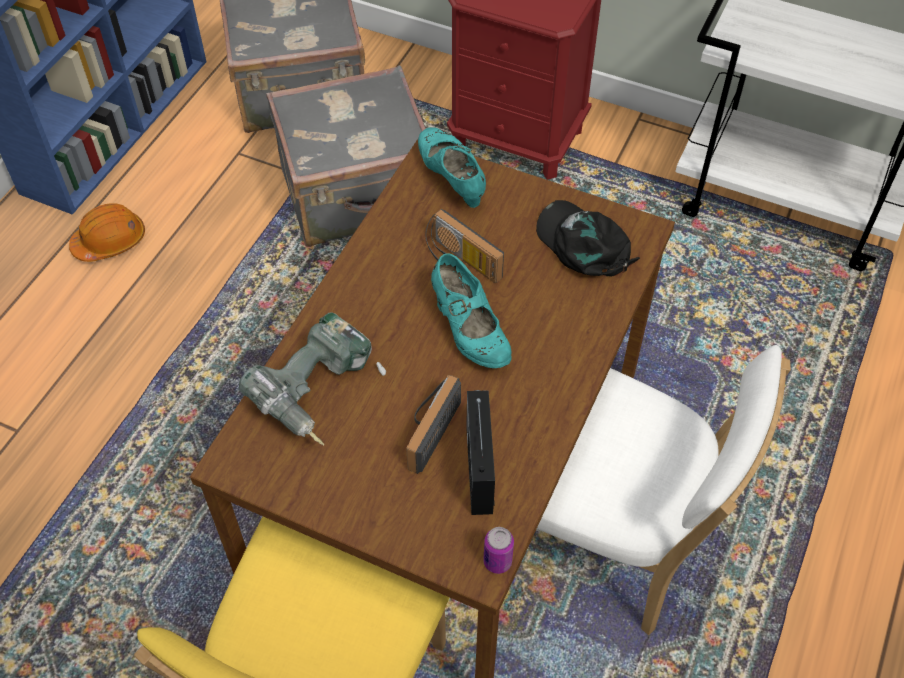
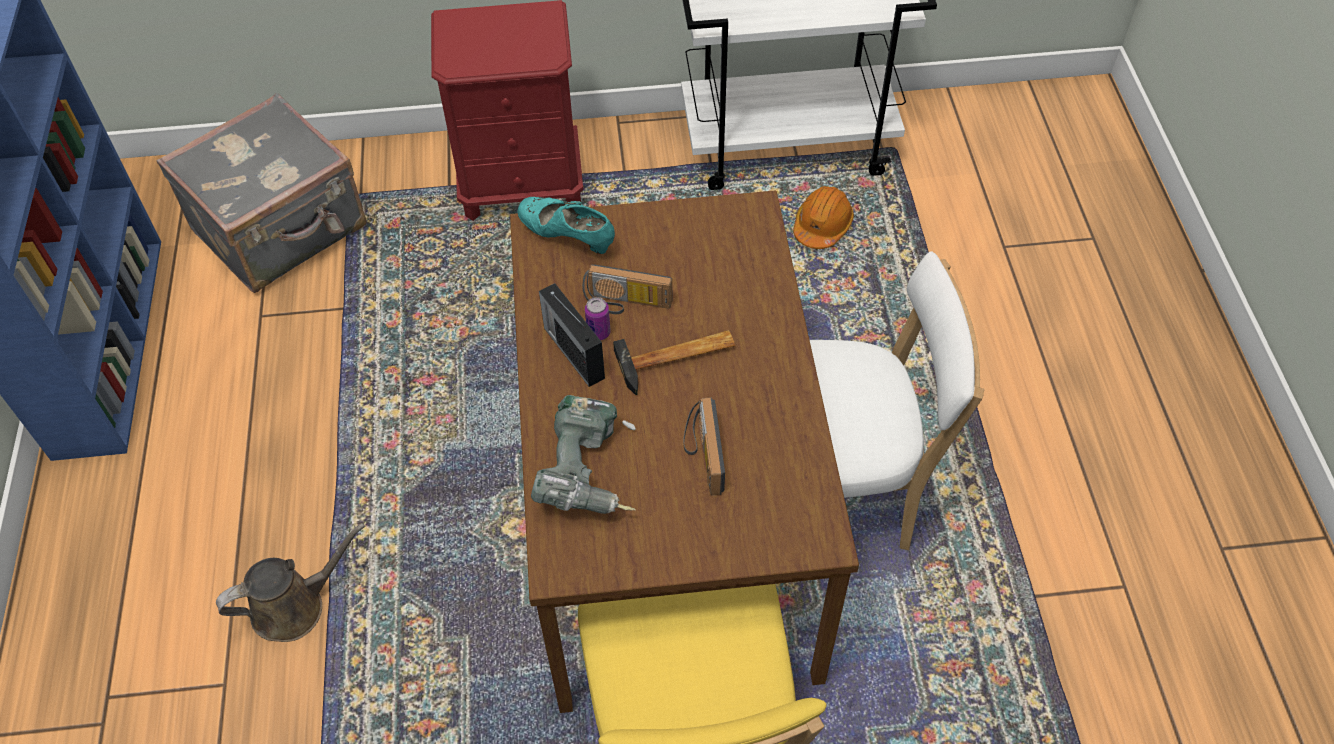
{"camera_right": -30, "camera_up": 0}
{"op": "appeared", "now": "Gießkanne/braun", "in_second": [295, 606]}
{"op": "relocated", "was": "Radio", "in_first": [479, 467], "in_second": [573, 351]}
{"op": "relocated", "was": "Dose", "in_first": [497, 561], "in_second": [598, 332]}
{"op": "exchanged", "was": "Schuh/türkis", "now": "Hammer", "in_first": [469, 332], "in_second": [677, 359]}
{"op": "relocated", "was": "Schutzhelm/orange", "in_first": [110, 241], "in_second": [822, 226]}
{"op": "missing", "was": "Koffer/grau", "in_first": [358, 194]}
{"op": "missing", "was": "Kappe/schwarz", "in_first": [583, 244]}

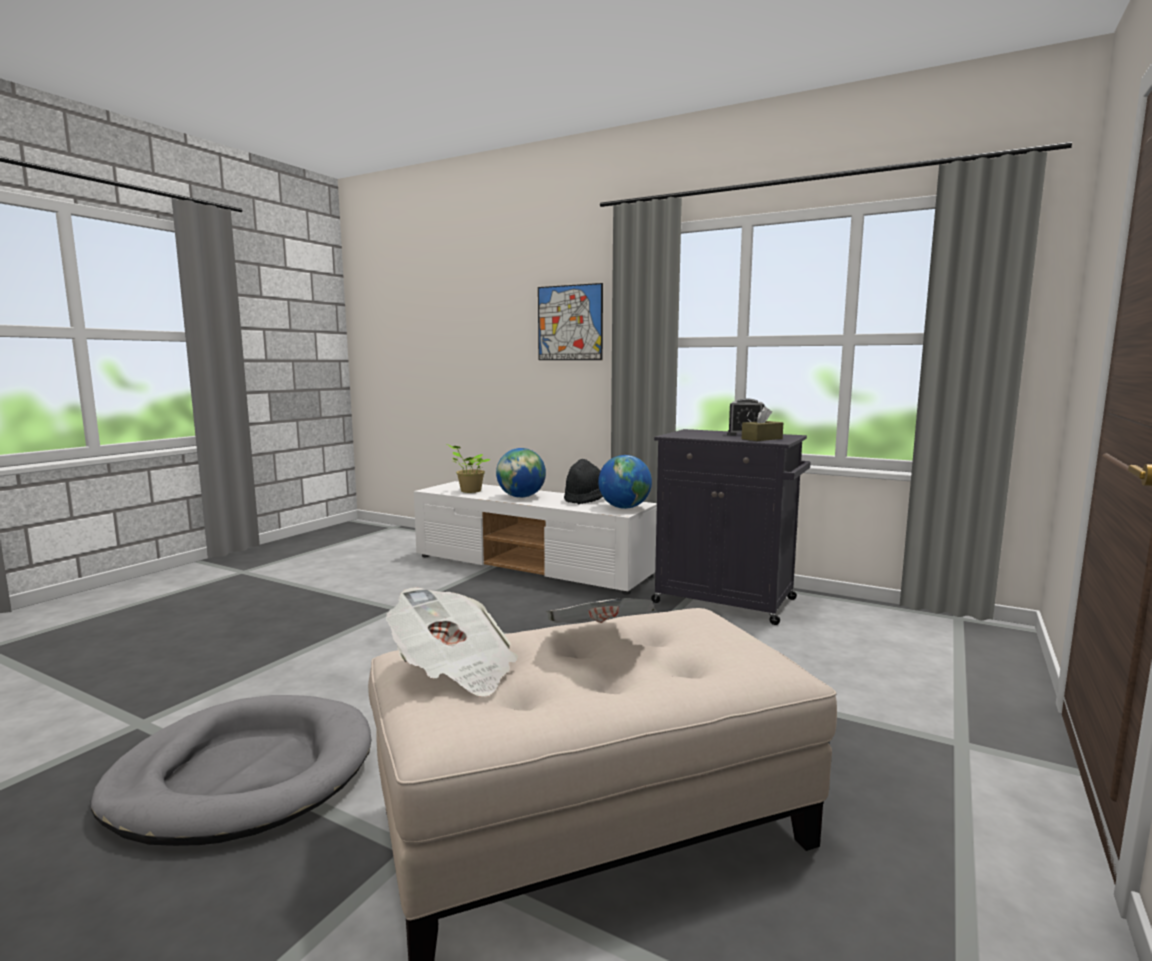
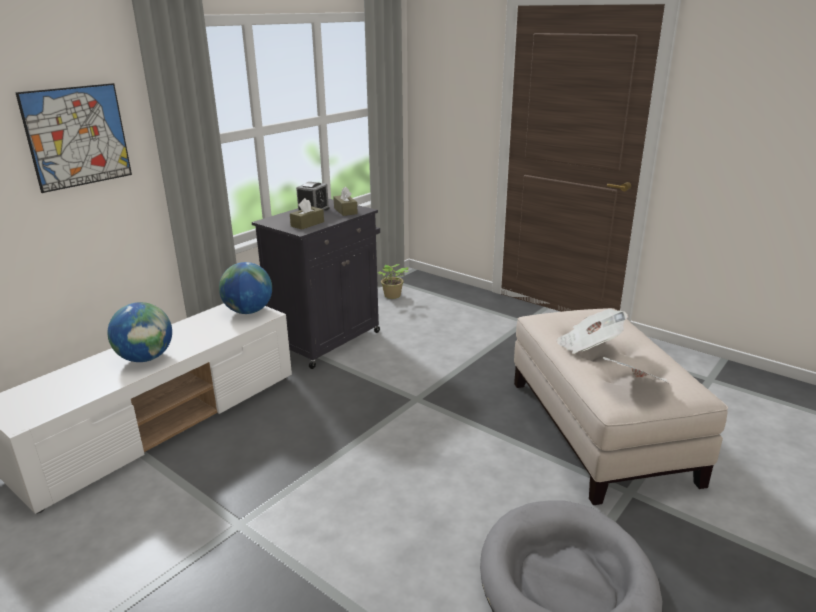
{"camera_right": -80, "camera_up": 15}
{"op": "appeared", "now": "Taschentuchbox/braun", "in_second": [307, 224]}
{"op": "relocated", "was": "Topfpflanze", "in_first": [469, 491], "in_second": [392, 296]}
{"op": "missing", "was": "Hut/schwarz", "in_first": [586, 499]}

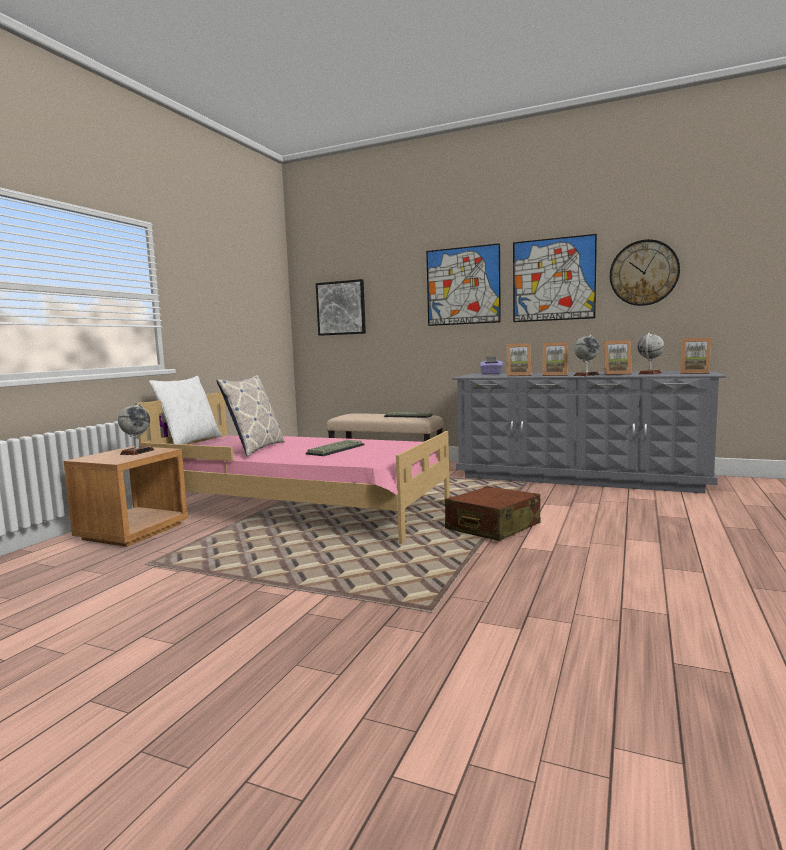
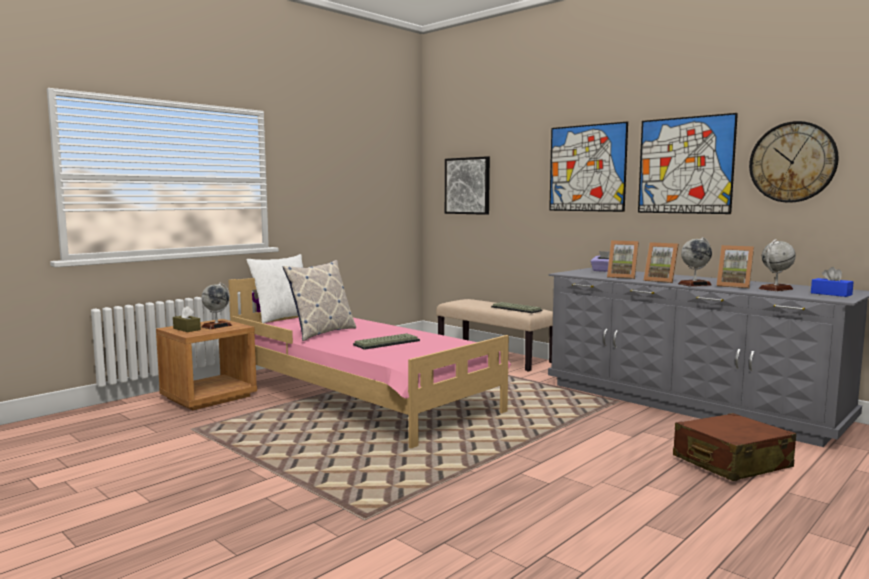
{"camera_right": 20, "camera_up": 0}
{"op": "appeared", "now": "Taschentuchbox/braun", "in_second": [187, 329]}
{"op": "relocated", "was": "Koffer/braun", "in_first": [492, 527], "in_second": [731, 462]}
{"op": "exchanged", "was": "Bilderrahmen", "now": "Taschentuchbox/blau", "in_first": [694, 373], "in_second": [831, 294]}

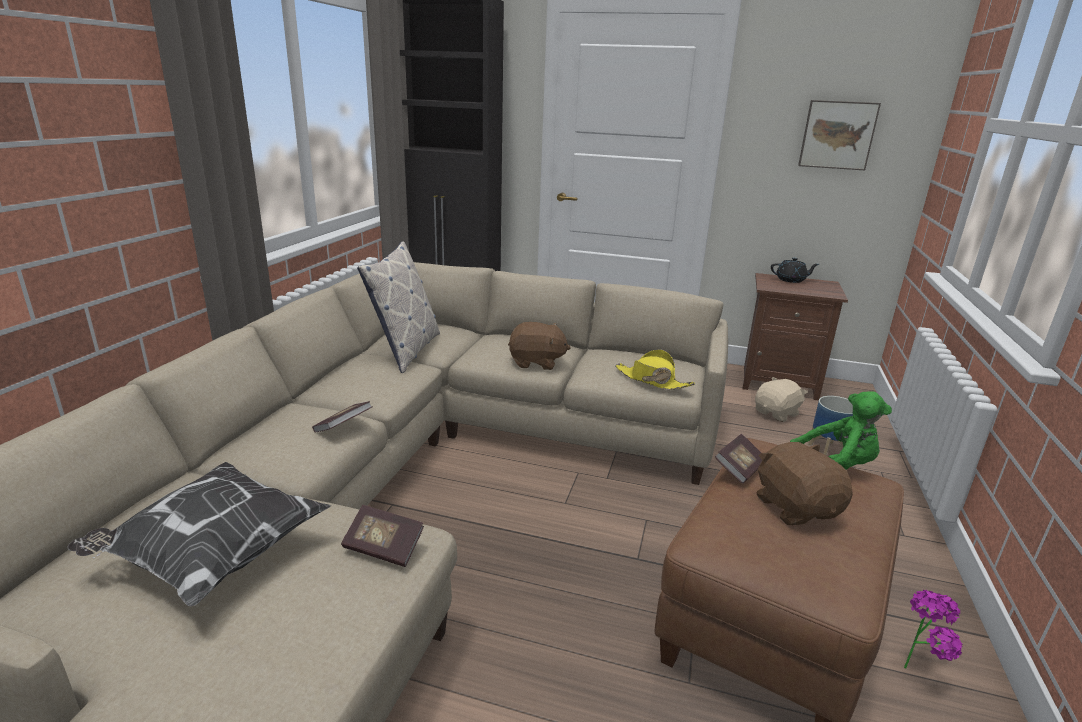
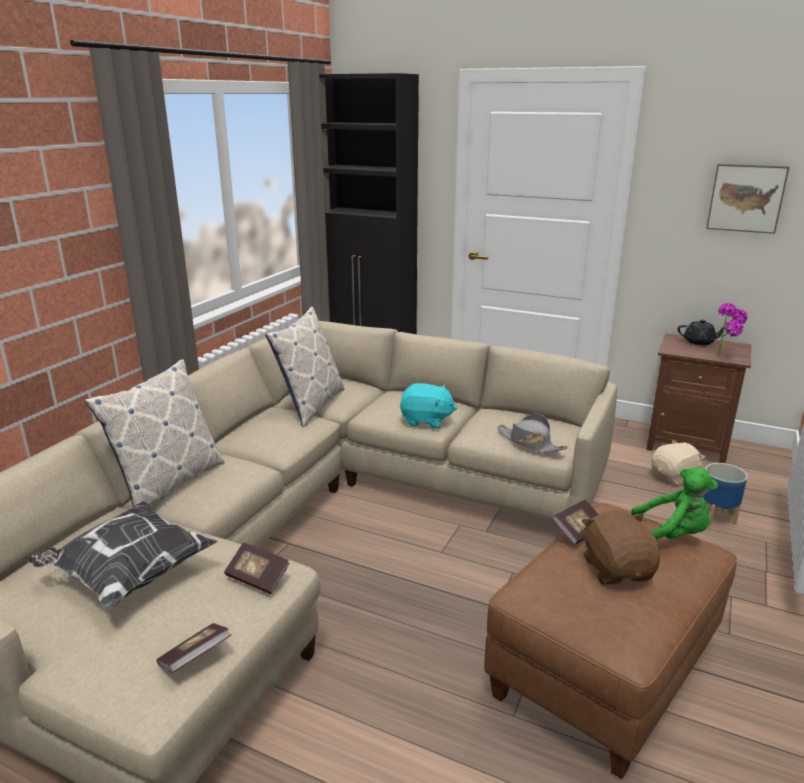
{"camera_right": 10, "camera_up": 0}
{"op": "appeared", "now": "Kissen", "in_second": [168, 484]}
{"op": "relocated", "was": "Buch", "in_first": [343, 427], "in_second": [195, 658]}
{"op": "colour", "was": "Plüschtier/braun", "now": "Plüschtier/türkis", "in_first": [536, 362], "in_second": [426, 420]}
{"op": "colour", "was": "Hut/gelb", "now": "Hut/grau", "in_first": [652, 380], "in_second": [530, 442]}
{"op": "relocated", "was": "Topfpflanze", "in_first": [918, 671], "in_second": [726, 356]}

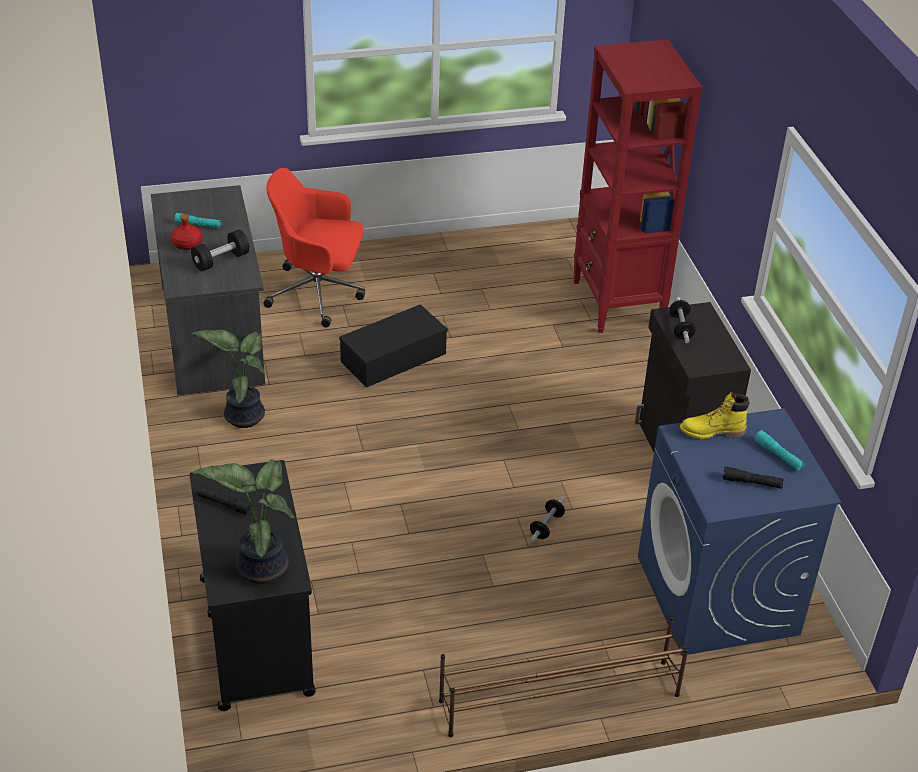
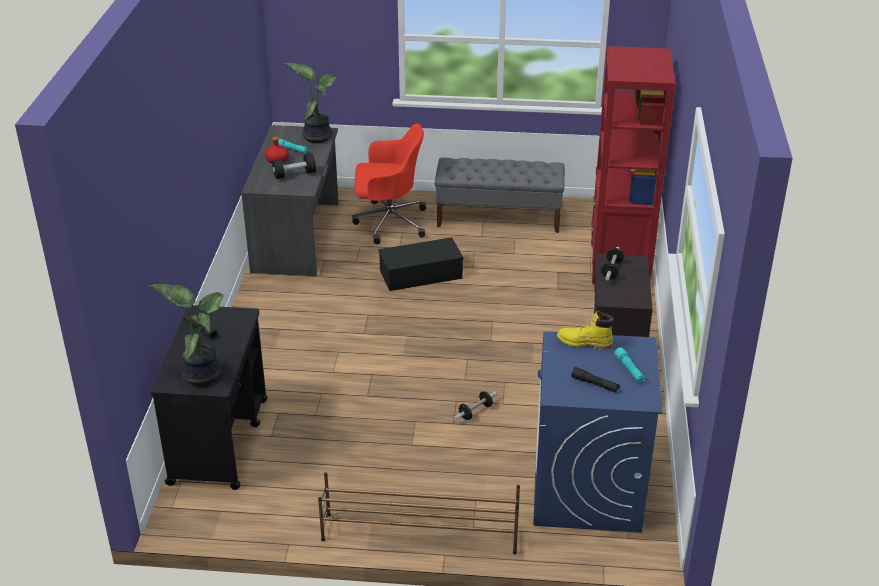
{"camera_right": 20, "camera_up": -5}
{"op": "relocated", "was": "Topfpflanze", "in_first": [243, 415], "in_second": [317, 136]}
{"op": "spun", "was": "Bürostuhl/rot", "in_first": [319, 293], "in_second": [388, 222], "clockwise": 150}
{"op": "appeared", "now": "Bank/grau", "in_second": [499, 218]}

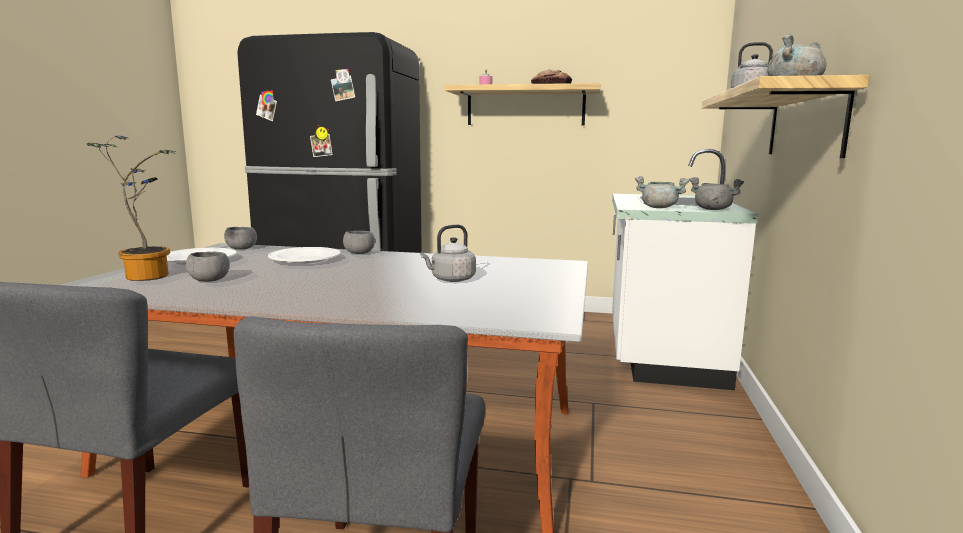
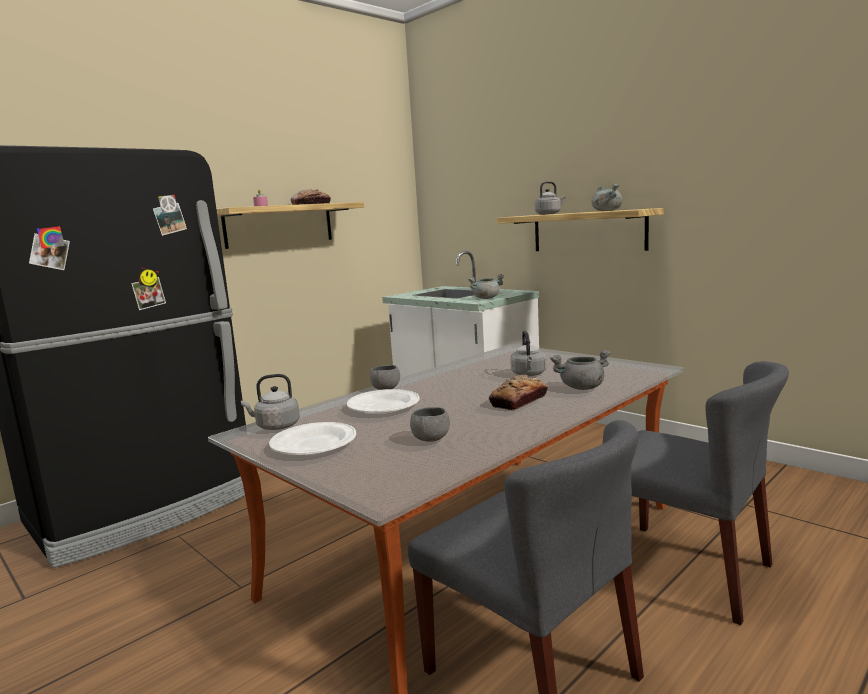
{"camera_right": -55, "camera_up": 0}
{"op": "exchanged", "was": "Schüssel/grau", "now": "Wasserkessel/grau", "in_first": [241, 249], "in_second": [275, 426]}
{"op": "appeared", "now": "Brot", "in_second": [519, 401]}
{"op": "relocated", "was": "Kochtopf/grau", "in_first": [712, 209], "in_second": [582, 388]}
{"op": "missing", "was": "Topfpflanze", "in_first": [147, 275]}

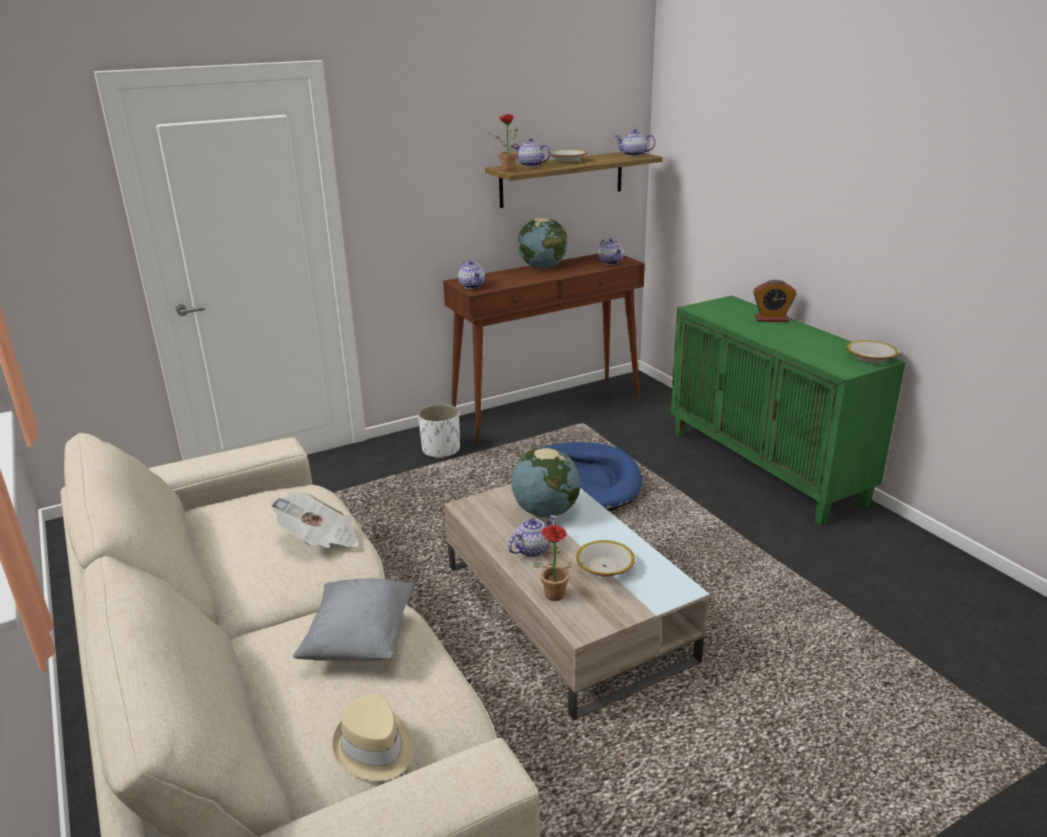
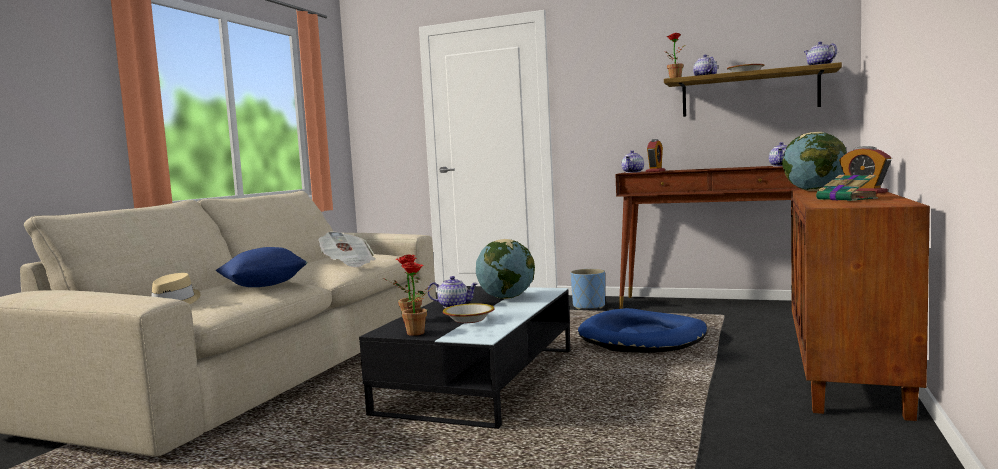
{"camera_right": 50, "camera_up": -20}
{"op": "colour", "was": "Kissen/grau", "now": "Kissen/blau", "in_first": [360, 640], "in_second": [264, 285]}
{"op": "colour", "was": "Couchtisch/beige", "now": "Couchtisch/schwarz", "in_first": [565, 612], "in_second": [481, 380]}
{"op": "appeared", "now": "Topfpflanze", "in_second": [419, 333]}
{"op": "colour", "was": "Pflanzkübel/weiß", "now": "Pflanzkübel/blau", "in_first": [441, 450], "in_second": [589, 306]}
{"op": "appeared", "now": "Wecker", "in_second": [655, 171]}
{"op": "relocated", "was": "Globus", "in_first": [543, 267], "in_second": [814, 190]}
{"op": "colour", "was": "Schrank/grün", "now": "Schrank/braun", "in_first": [766, 467], "in_second": [847, 370]}
{"op": "appeared", "now": "Buch", "in_second": [847, 199]}
{"op": "missing", "was": "Schüssel", "in_first": [870, 358]}

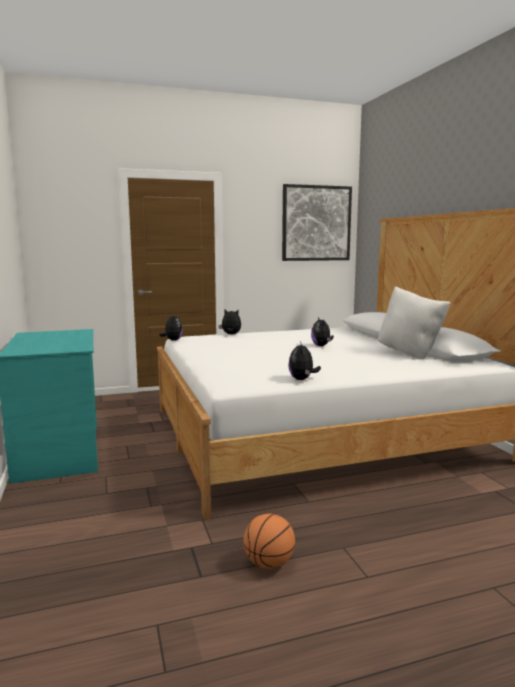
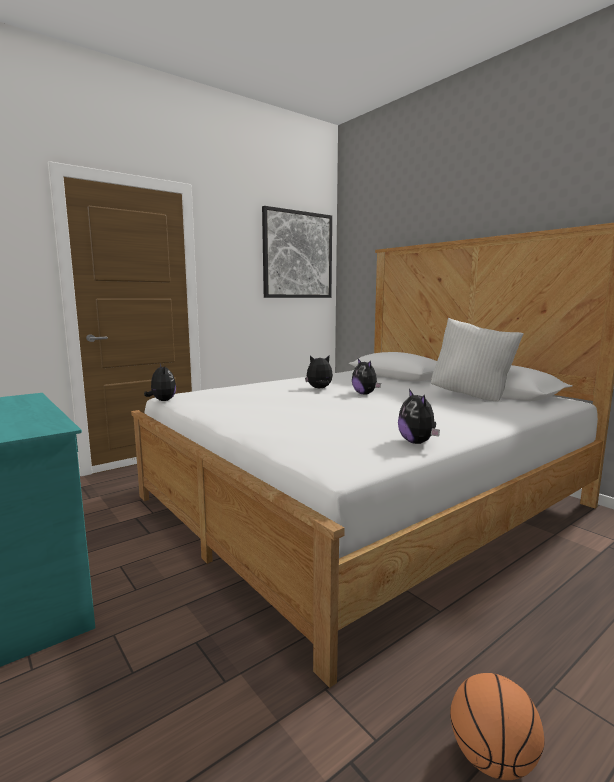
{"camera_right": -20, "camera_up": 0}
{"op": "relocated", "was": "Plüschtier", "in_first": [231, 334], "in_second": [319, 388]}

